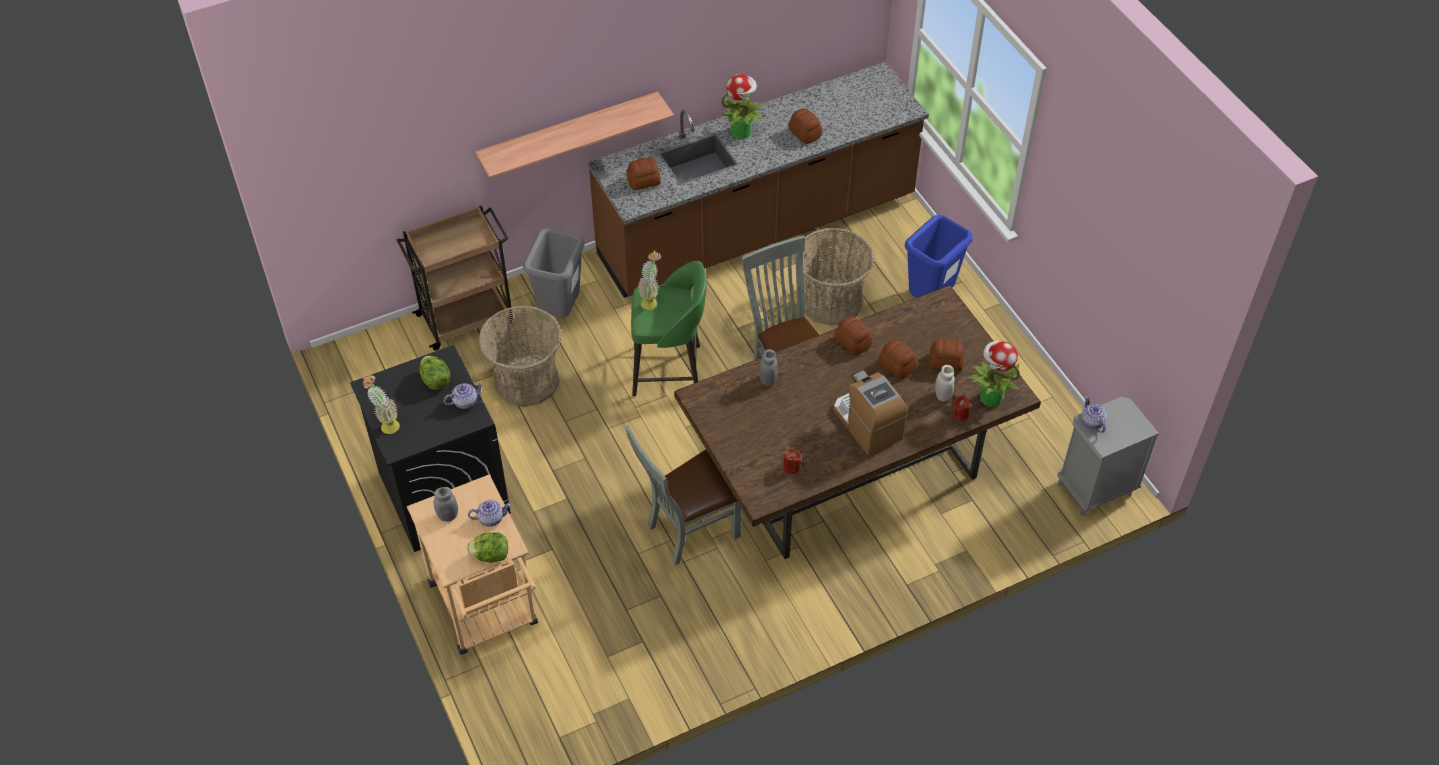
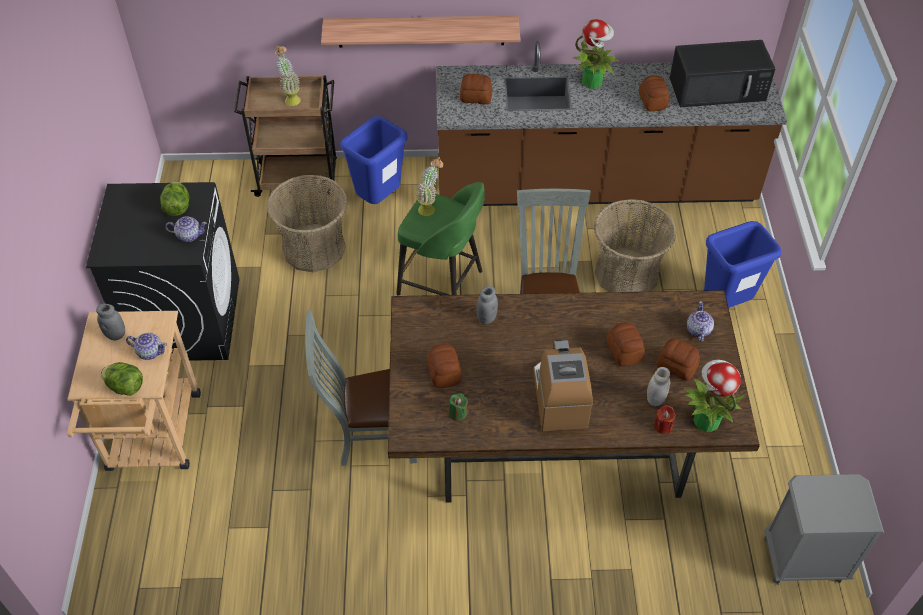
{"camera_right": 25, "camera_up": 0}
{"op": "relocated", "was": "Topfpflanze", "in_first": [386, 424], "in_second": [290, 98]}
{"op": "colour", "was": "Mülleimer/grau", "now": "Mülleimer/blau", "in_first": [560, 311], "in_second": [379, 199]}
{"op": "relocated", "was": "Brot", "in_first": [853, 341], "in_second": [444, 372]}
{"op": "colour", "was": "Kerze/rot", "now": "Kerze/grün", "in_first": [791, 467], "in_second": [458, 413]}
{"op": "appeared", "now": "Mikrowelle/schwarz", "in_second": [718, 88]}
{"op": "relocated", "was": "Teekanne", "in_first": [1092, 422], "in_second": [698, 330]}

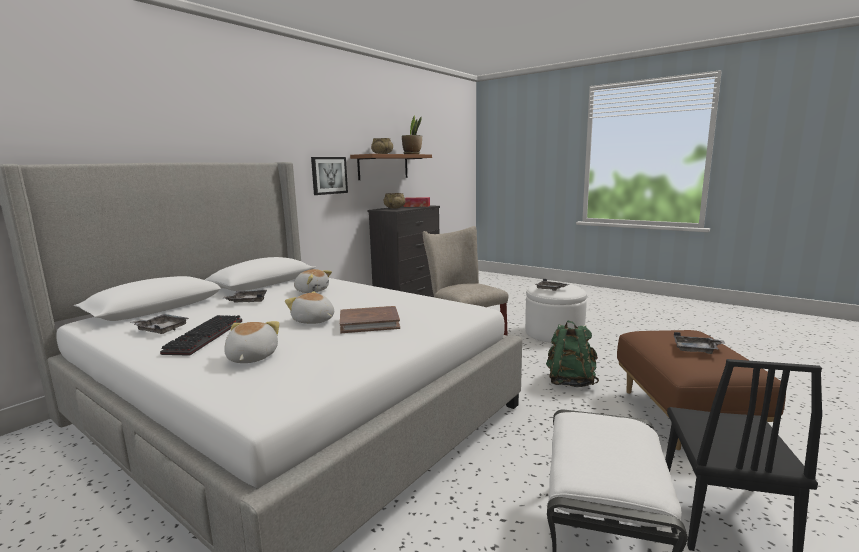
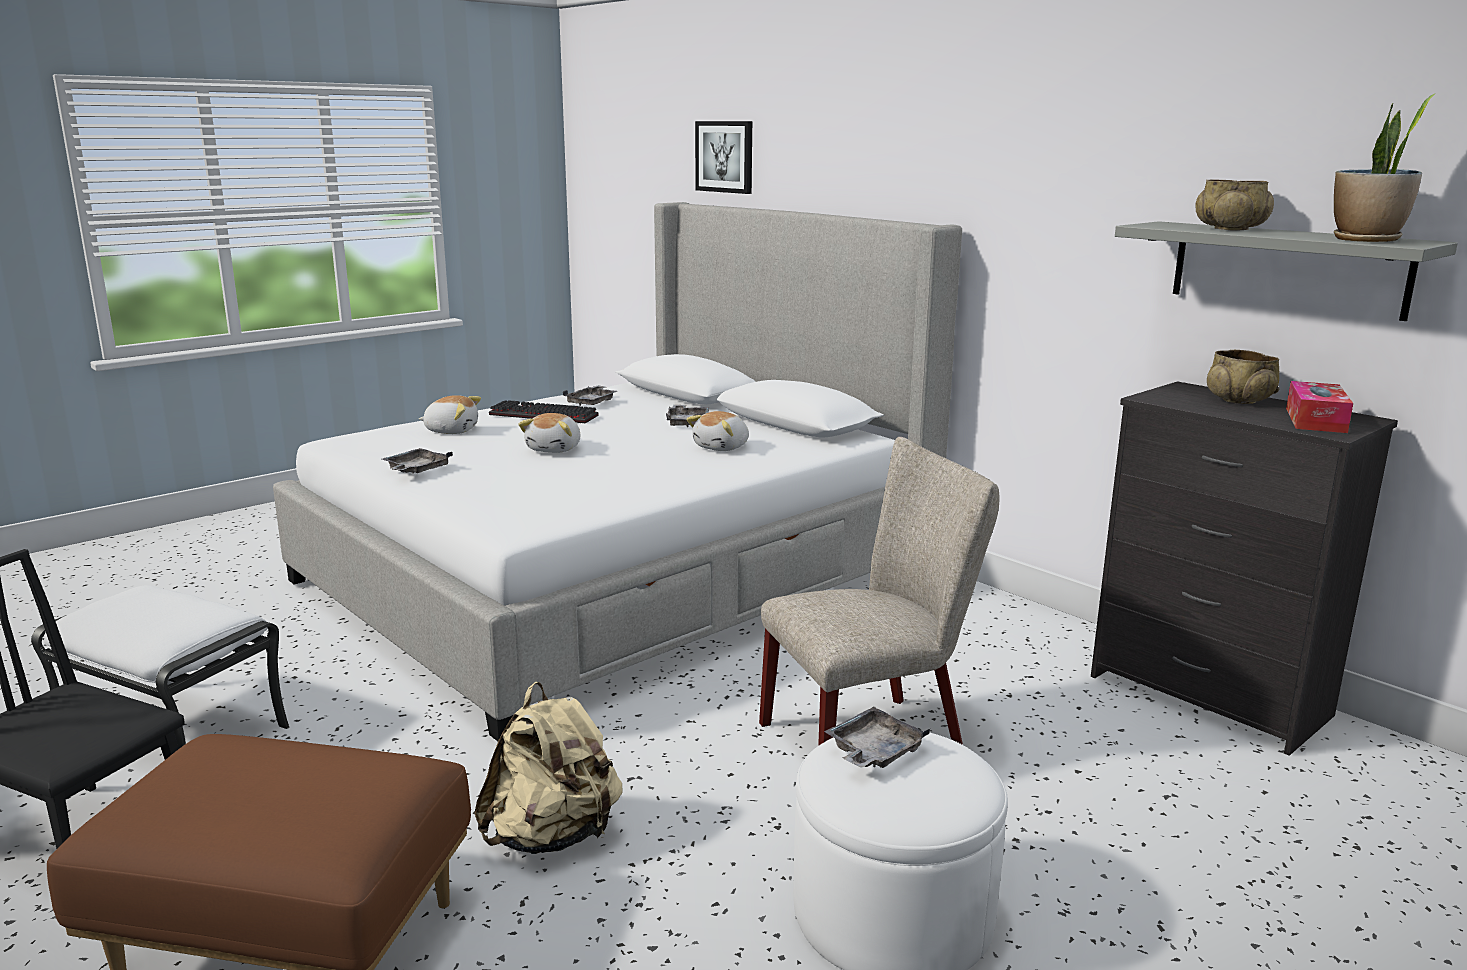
{"camera_right": 100, "camera_up": 5}
{"op": "relocated", "was": "Tablett/grau", "in_first": [696, 350], "in_second": [416, 470]}
{"op": "colour", "was": "Rucksack/grün", "now": "Rucksack/beige", "in_first": [570, 381], "in_second": [552, 836]}
{"op": "spun", "was": "Plüschtier", "in_first": [313, 321], "in_second": [555, 449], "clockwise": 150}
{"op": "relocated", "was": "Bild", "in_first": [329, 175], "in_second": [725, 156]}
{"op": "colour", "was": "Wandregal/braun", "now": "Wandregal/grau", "in_first": [383, 167], "in_second": [1288, 269]}
{"op": "missing", "was": "Buch/braun", "in_first": [369, 323]}

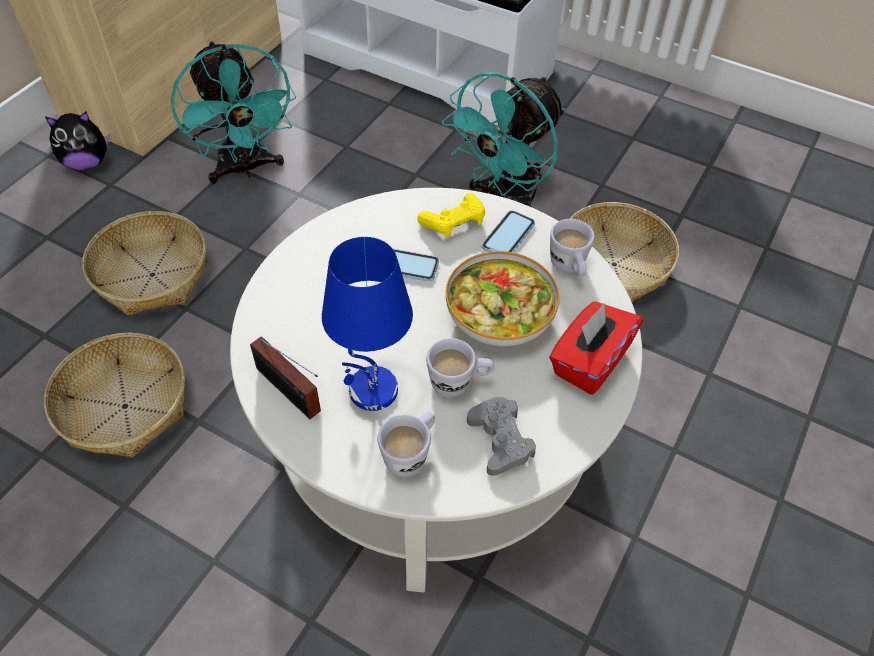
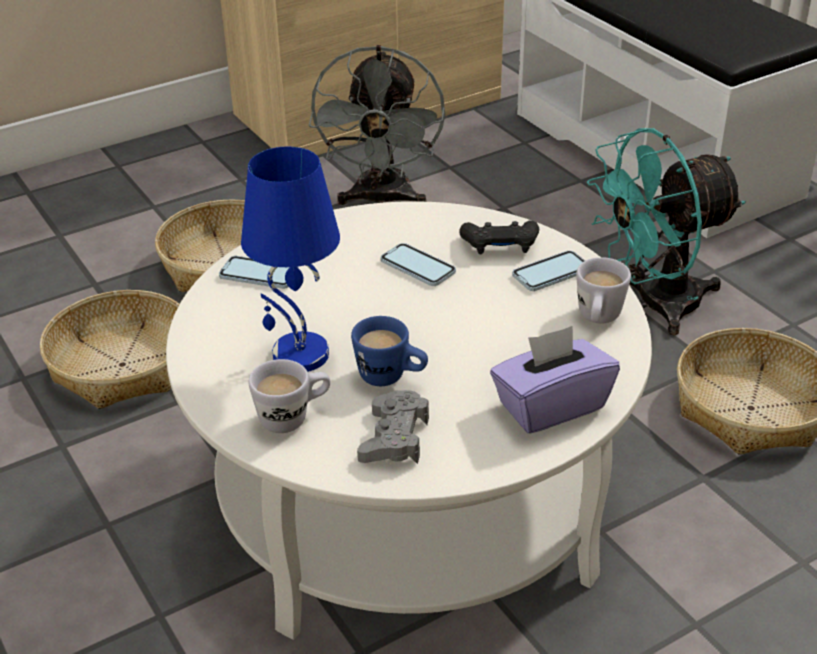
{"camera_right": 30, "camera_up": -15}
{"op": "appeared", "now": "Handy", "in_second": [259, 275]}
{"op": "colour", "was": "Ventilator/türkis", "now": "Ventilator/grau", "in_first": [245, 168], "in_second": [382, 200]}
{"op": "colour", "was": "Henkelbecher/weiß", "now": "Henkelbecher/blau", "in_first": [459, 383], "in_second": [391, 378]}
{"op": "colour", "was": "Gamepad/gelb", "now": "Gamepad/schwarz", "in_first": [454, 222], "in_second": [500, 246]}
{"op": "colour", "was": "Taschentuchbox/rot", "now": "Taschentuchbox/lila", "in_first": [589, 362], "in_second": [551, 406]}
{"op": "missing", "was": "Plüschtier", "in_first": [87, 162]}
{"op": "missing", "was": "Radio", "in_first": [290, 393]}
{"op": "missing", "was": "Schüssel", "in_first": [500, 314]}

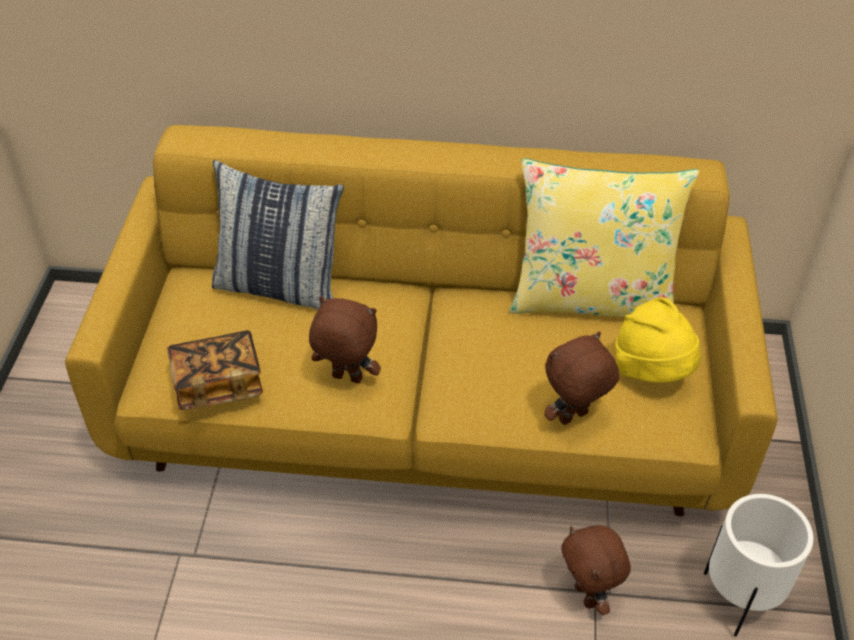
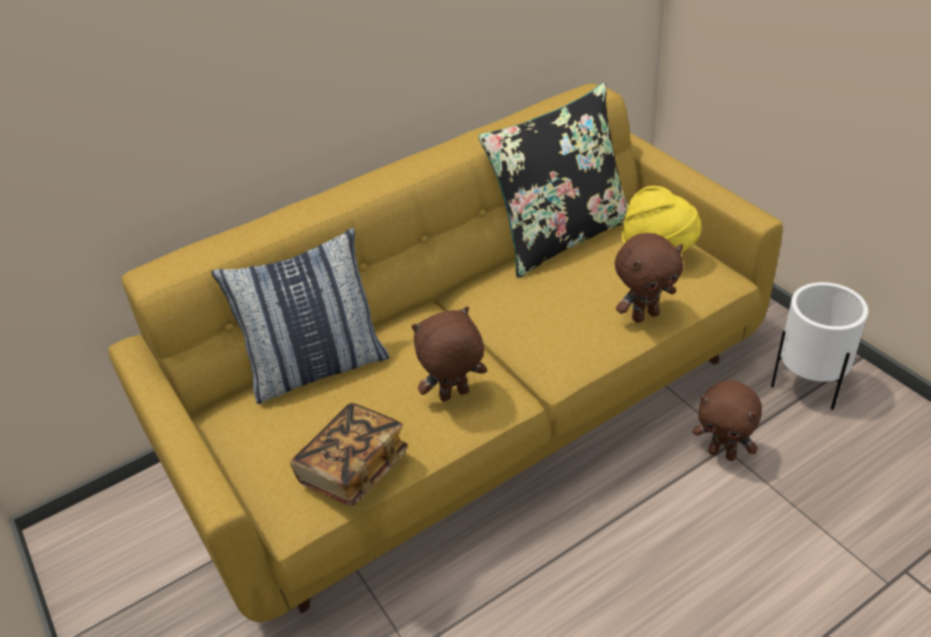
{"camera_right": -35, "camera_up": -5}
{"op": "colour", "was": "Kissen/gelb", "now": "Kissen/schwarz", "in_first": [591, 298], "in_second": [561, 237]}
{"op": "spun", "was": "Plüschtier/braun", "in_first": [573, 418], "in_second": [645, 315], "clockwise": -135}

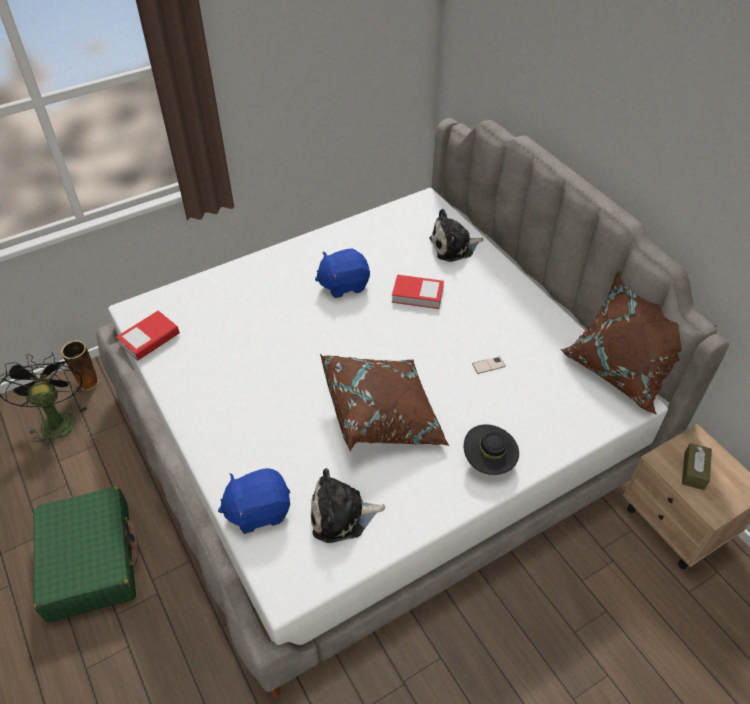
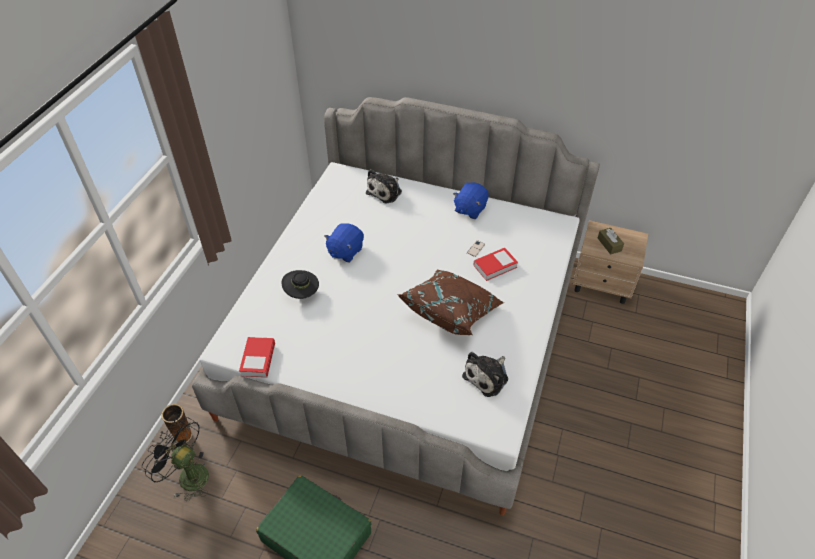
{"camera_right": -40, "camera_up": 0}
{"op": "relocated", "was": "Hut/schwarz", "in_first": [488, 461], "in_second": [302, 293]}
{"op": "relocated", "was": "Plüschtier/blau", "in_first": [258, 510], "in_second": [470, 209]}
{"op": "relocated", "was": "Buch", "in_first": [417, 295], "in_second": [495, 266]}
{"op": "missing", "was": "Kissen/braun", "in_first": [622, 370]}

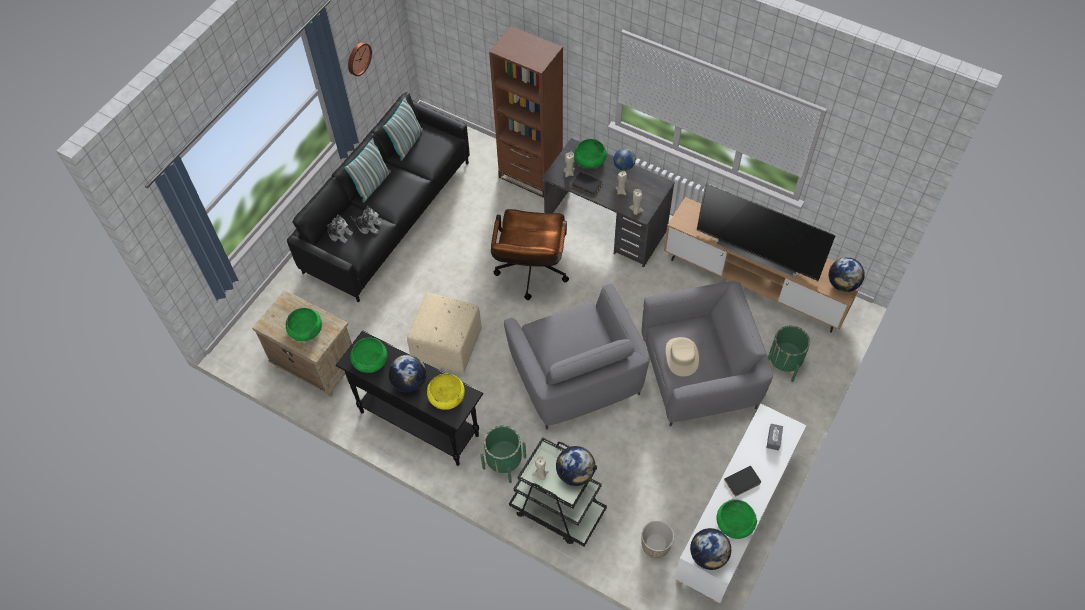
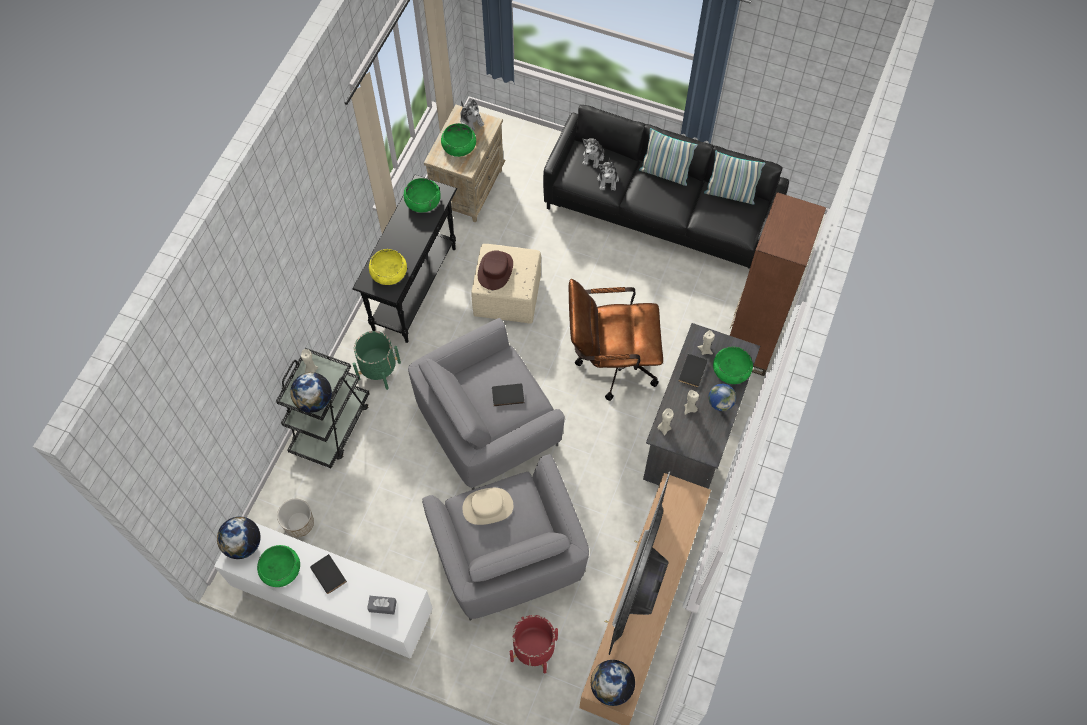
{"camera_right": 80, "camera_up": 5}
{"op": "appeared", "now": "Plüschtier", "in_second": [471, 120]}
{"op": "appeared", "now": "Hut/braun", "in_second": [495, 270]}
{"op": "appeared", "now": "Buch/schwarz", "in_second": [507, 394]}
{"op": "colour", "was": "Pflanzkübel/grün", "now": "Pflanzkübel/rot", "in_first": [783, 363], "in_second": [534, 649]}
{"op": "missing", "was": "Wanduhr", "in_first": [358, 58]}
{"op": "missing", "was": "Globus", "in_first": [409, 382]}

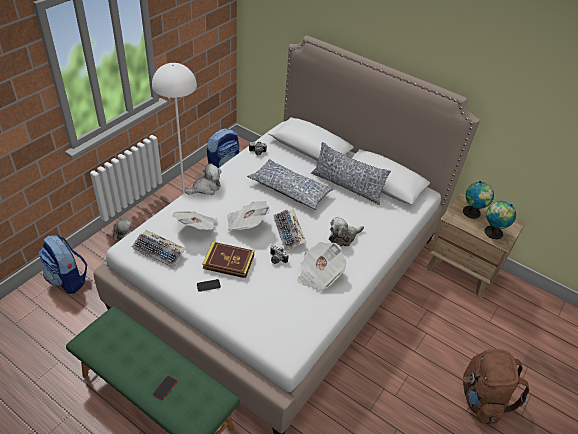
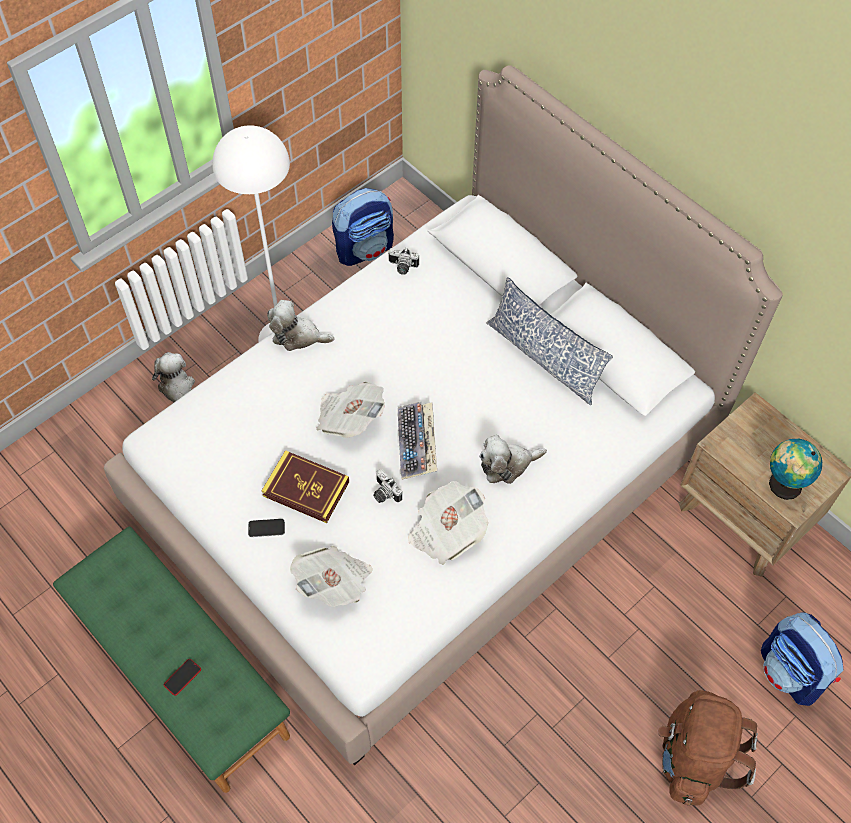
{"camera_right": 15, "camera_up": 15}
{"op": "spun", "was": "Plüschtier", "in_first": [205, 188], "in_second": [298, 336], "clockwise": -150}
{"op": "relocated", "was": "Zeitung", "in_first": [197, 228], "in_second": [334, 583]}
{"op": "relocated", "was": "Rucksack", "in_first": [68, 280], "in_second": [791, 672]}
{"op": "missing", "was": "Tastatur", "in_first": [160, 252]}
{"op": "missing", "was": "Kissen", "in_first": [290, 189]}
{"op": "missing", "was": "Globus", "in_first": [472, 213]}

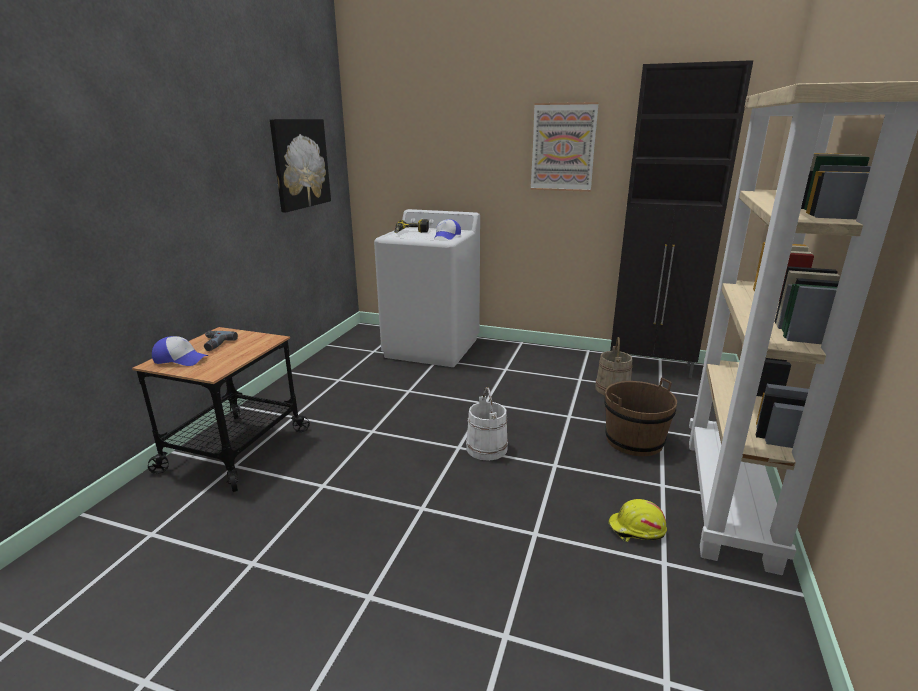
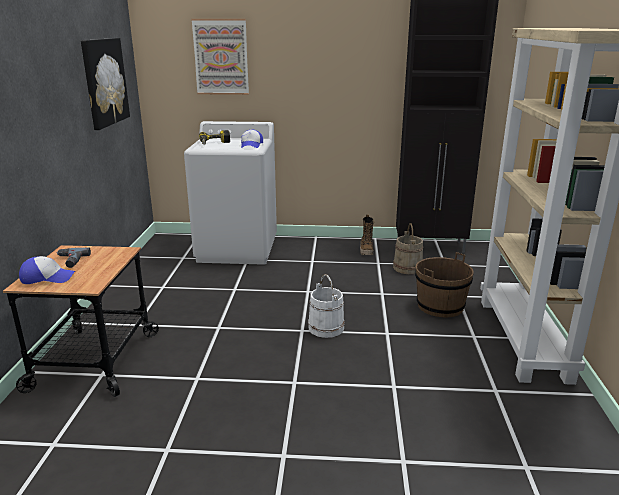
{"camera_right": -15, "camera_up": 0}
{"op": "relocated", "was": "Bild", "in_first": [563, 147], "in_second": [221, 57]}
{"op": "appeared", "now": "Stiefel", "in_second": [366, 251]}
{"op": "missing", "was": "Schutzhelm/gelb", "in_first": [636, 529]}

